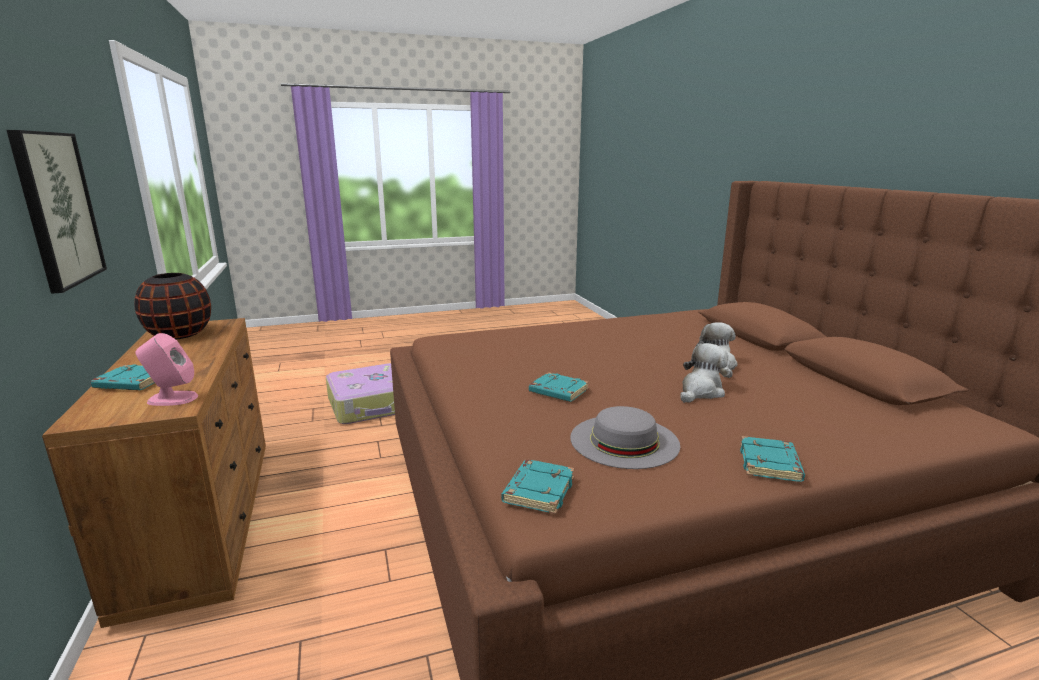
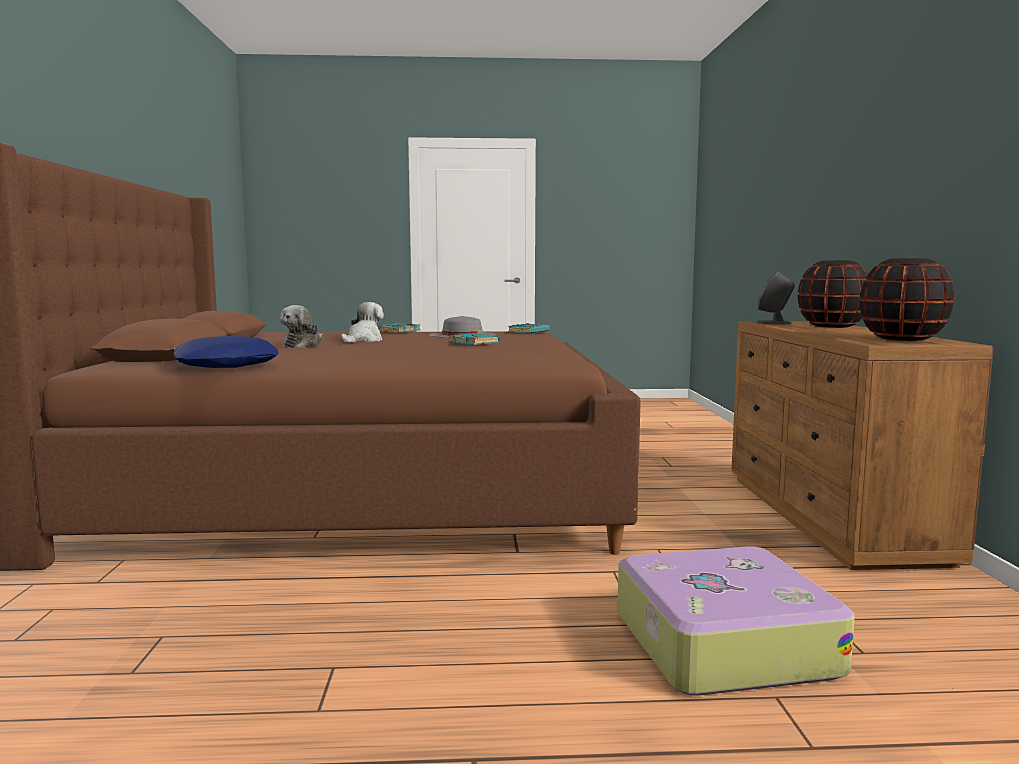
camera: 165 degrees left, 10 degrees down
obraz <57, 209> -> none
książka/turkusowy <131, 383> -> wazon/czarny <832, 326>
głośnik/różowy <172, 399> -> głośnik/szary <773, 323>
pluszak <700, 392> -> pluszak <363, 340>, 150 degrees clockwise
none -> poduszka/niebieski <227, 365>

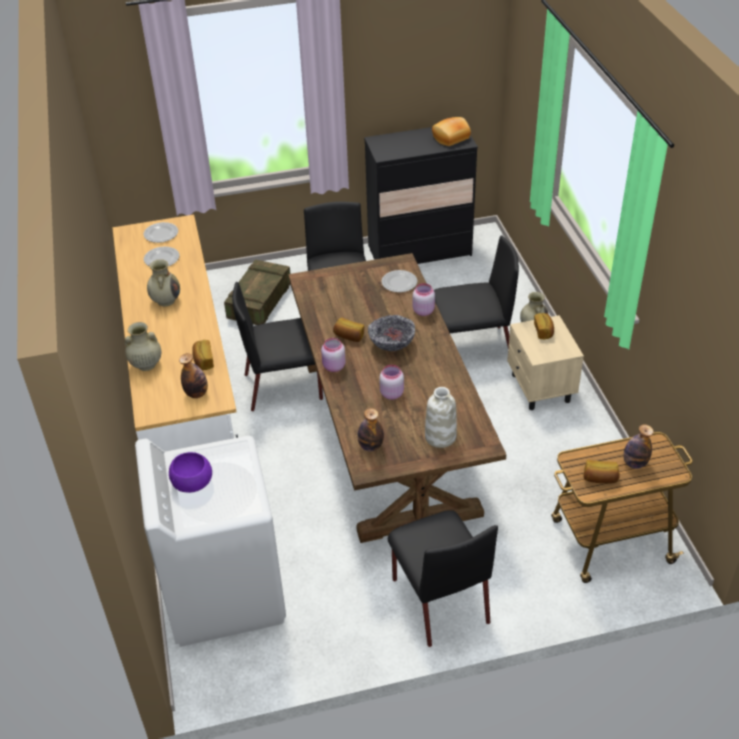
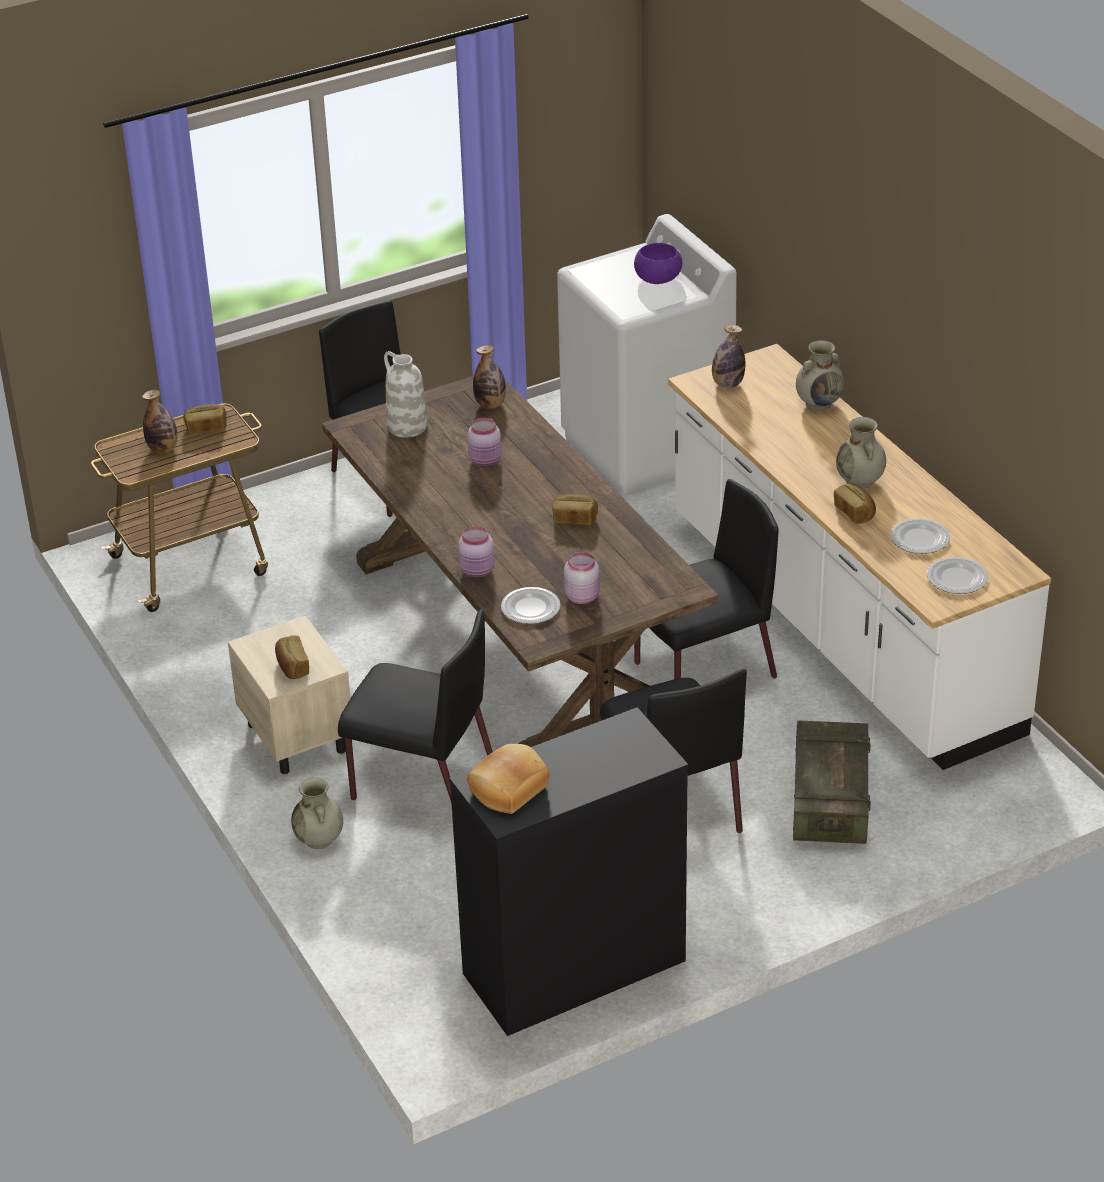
camera: 165 degrees right, 5 degrees down
chleb <203, 361> -> chleb <855, 513>, relocated
słoik/różowy <333, 367> -> słoik/różowy <582, 596>, relocated
miska <391, 344> -> none
krzesło/czarny <471, 348> -> krzesło/czarny <421, 783>, 135 degrees counterclockwise

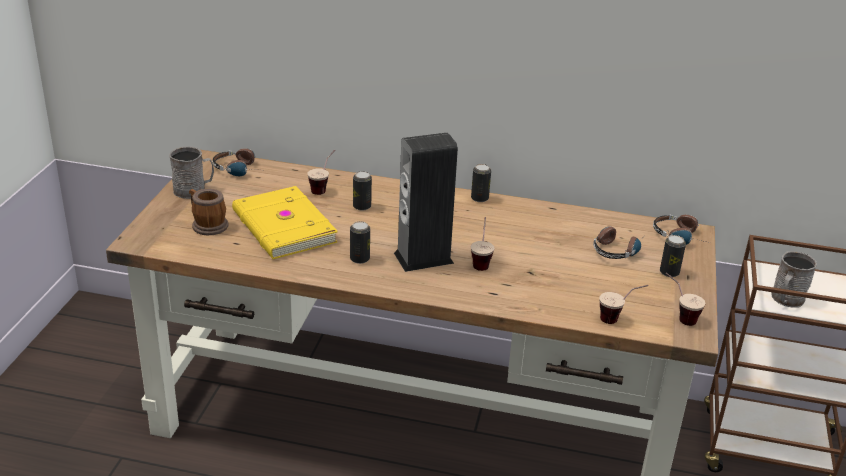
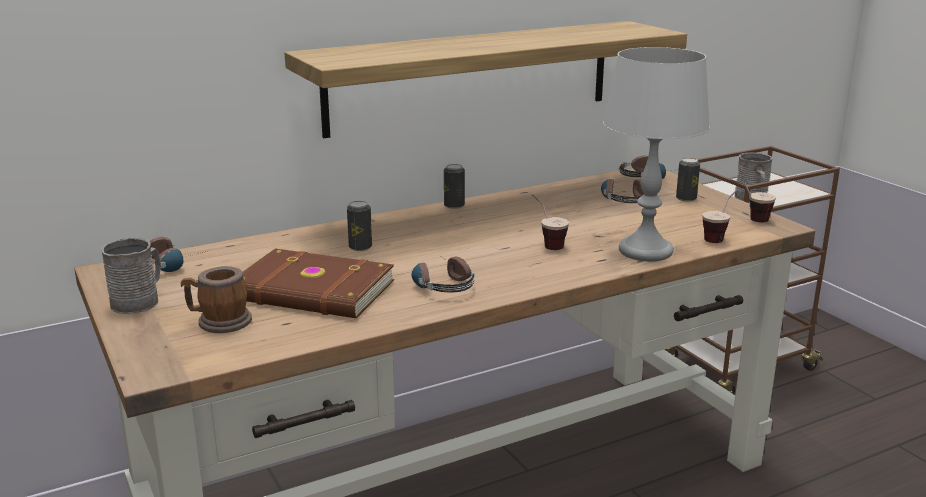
camera: 40 degrees left, 10 degrees down
książka/żółty <282, 228> -> książka/brązowy <312, 292>
filiżanka <323, 188> -> none
puszka <359, 259> -> słuchawki <441, 283>
głośnik <423, 258> -> none
none -> półka <471, 76>
none -> lampa stołowa/szary <645, 251>

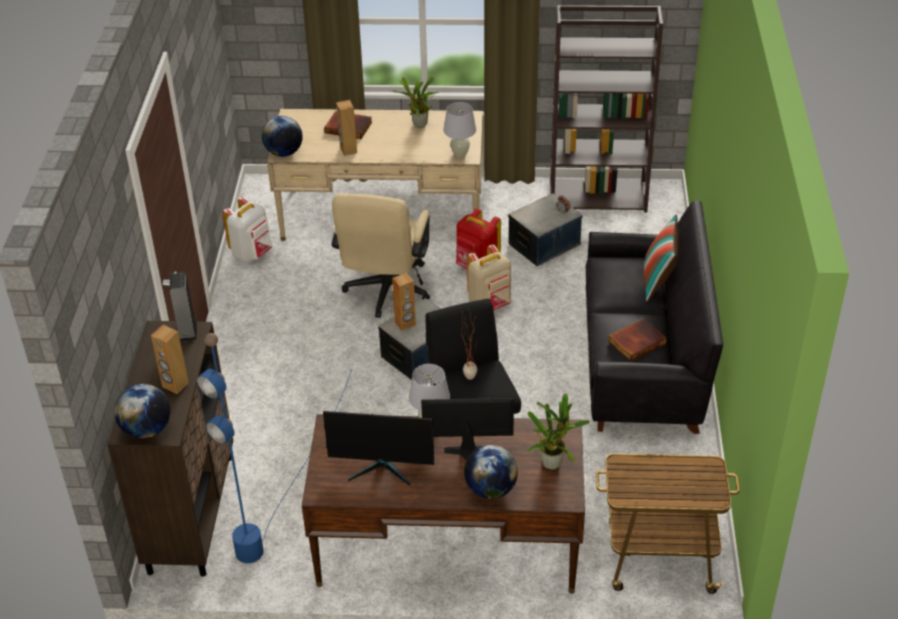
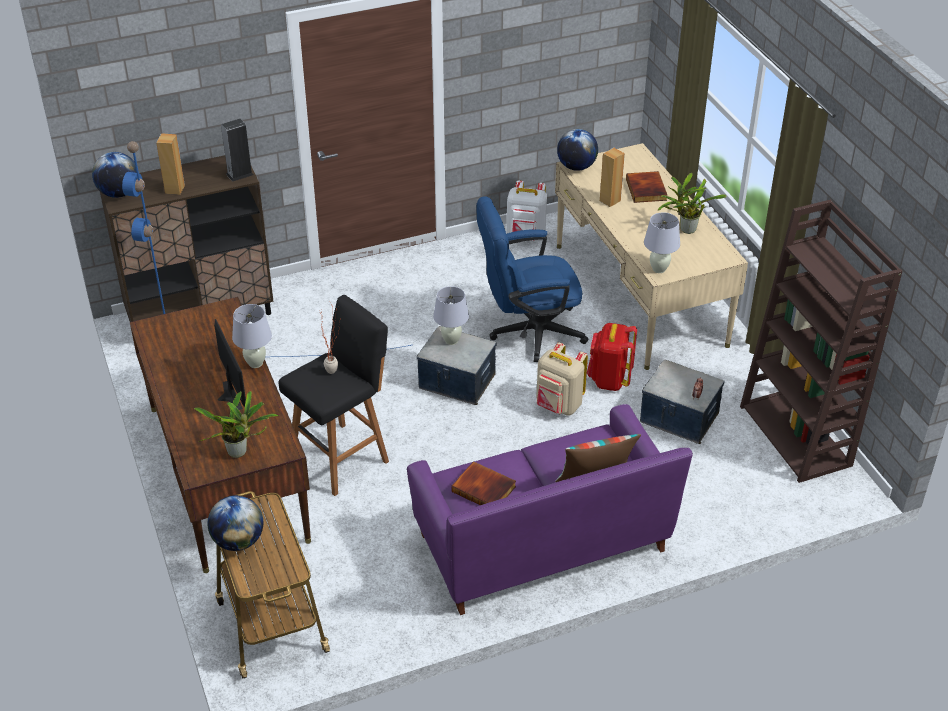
camera: 65 degrees right, 0 degrees up
monitor <382, 468> -> none
krzesło biurowe/beżowy <385, 293> -> krzesło biurowe/niebieski <528, 333>
głośnik/brązowy <405, 323> -> lampa stołowa/biały <451, 340>
globus <490, 489> -> globus <238, 541>, relocated
kanapa/czarny <642, 363> -> kanapa/fioletowy <542, 543>

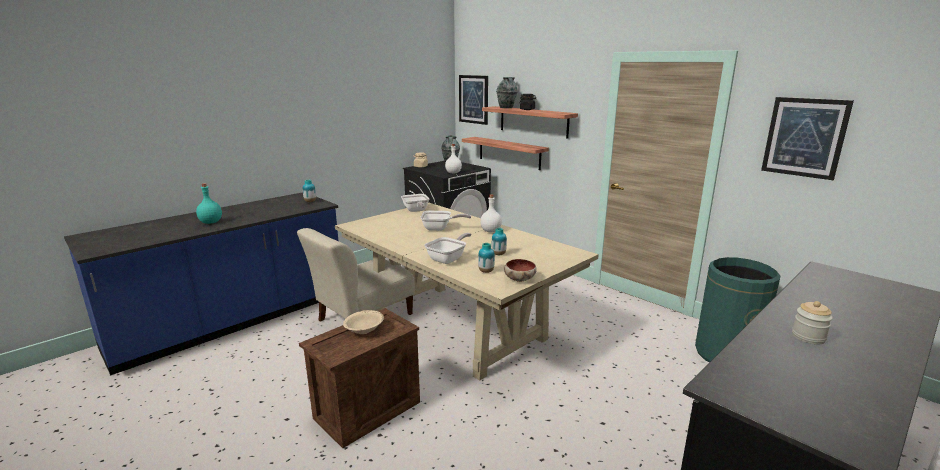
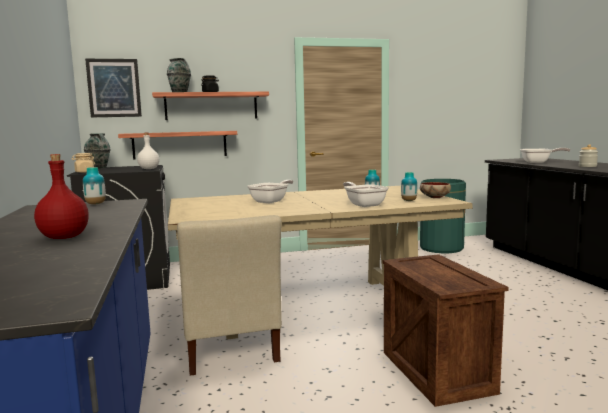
camera: 60 degrees left, 10 degrees down
butelka/turkusowy <211, 222> -> butelka/czerwony <63, 237>
miska/beżowy <364, 330> -> none
patelnia <416, 211> -> patelnia <538, 162>, relocated
butelka/biały <491, 231> -> none
obraz <804, 137> -> none

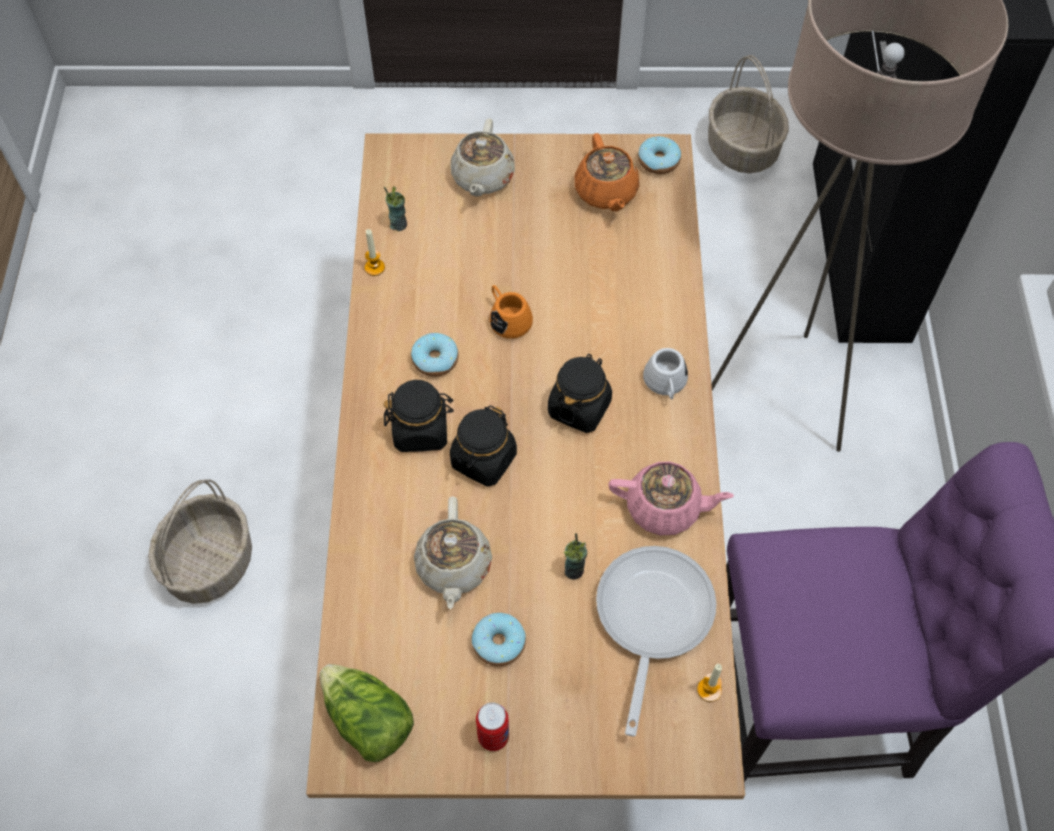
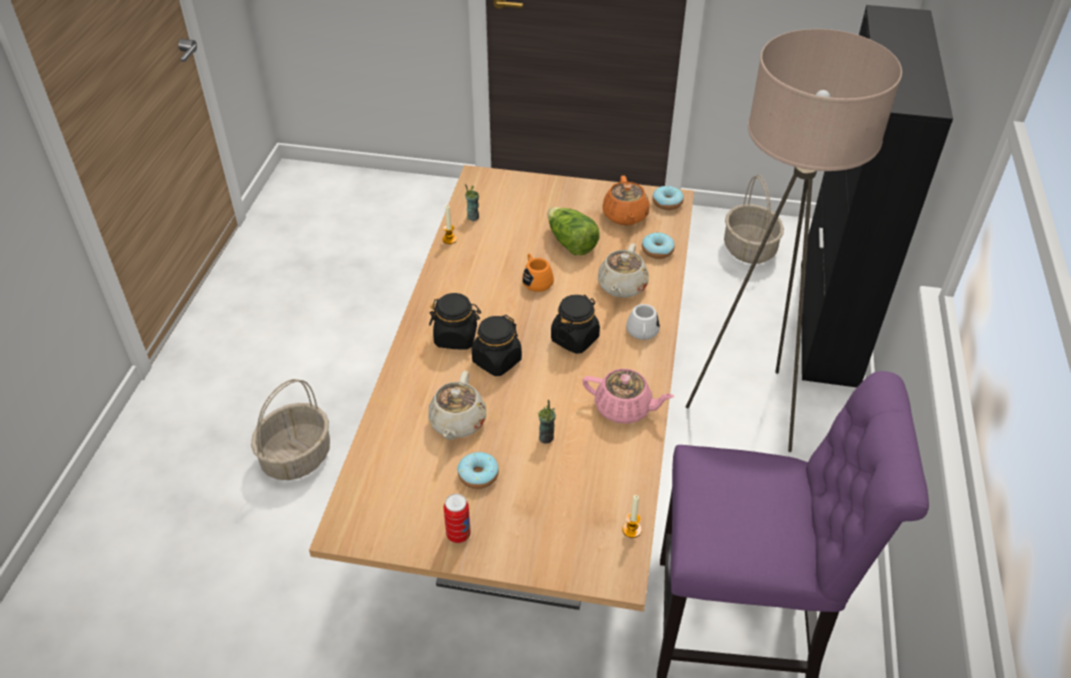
camera: 10 degrees right, 15 degrees down
sałata <367, 721> -> sałata <570, 243>, relocated
donut <435, 360> -> donut <657, 250>, relocated
imbryk/beżowy <482, 178> -> imbryk/beżowy <621, 287>, relocated
patelnia <651, 618> -> none

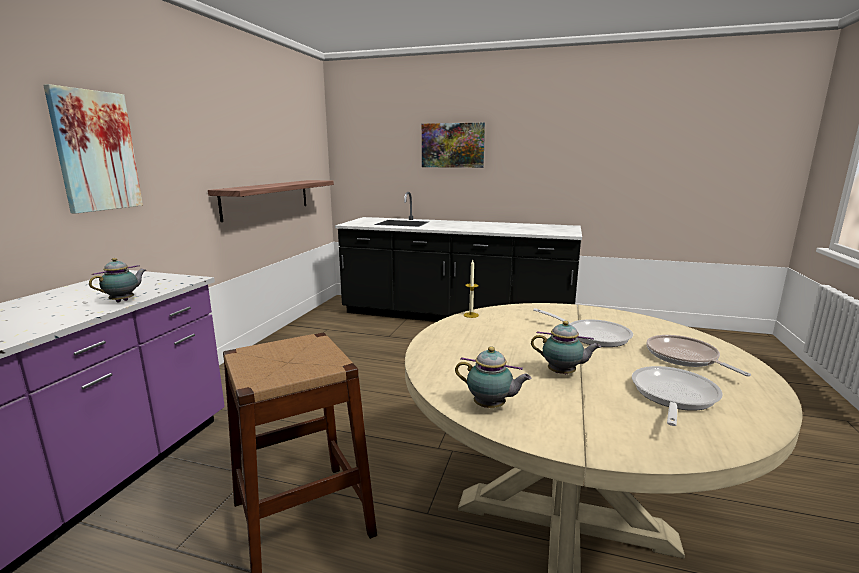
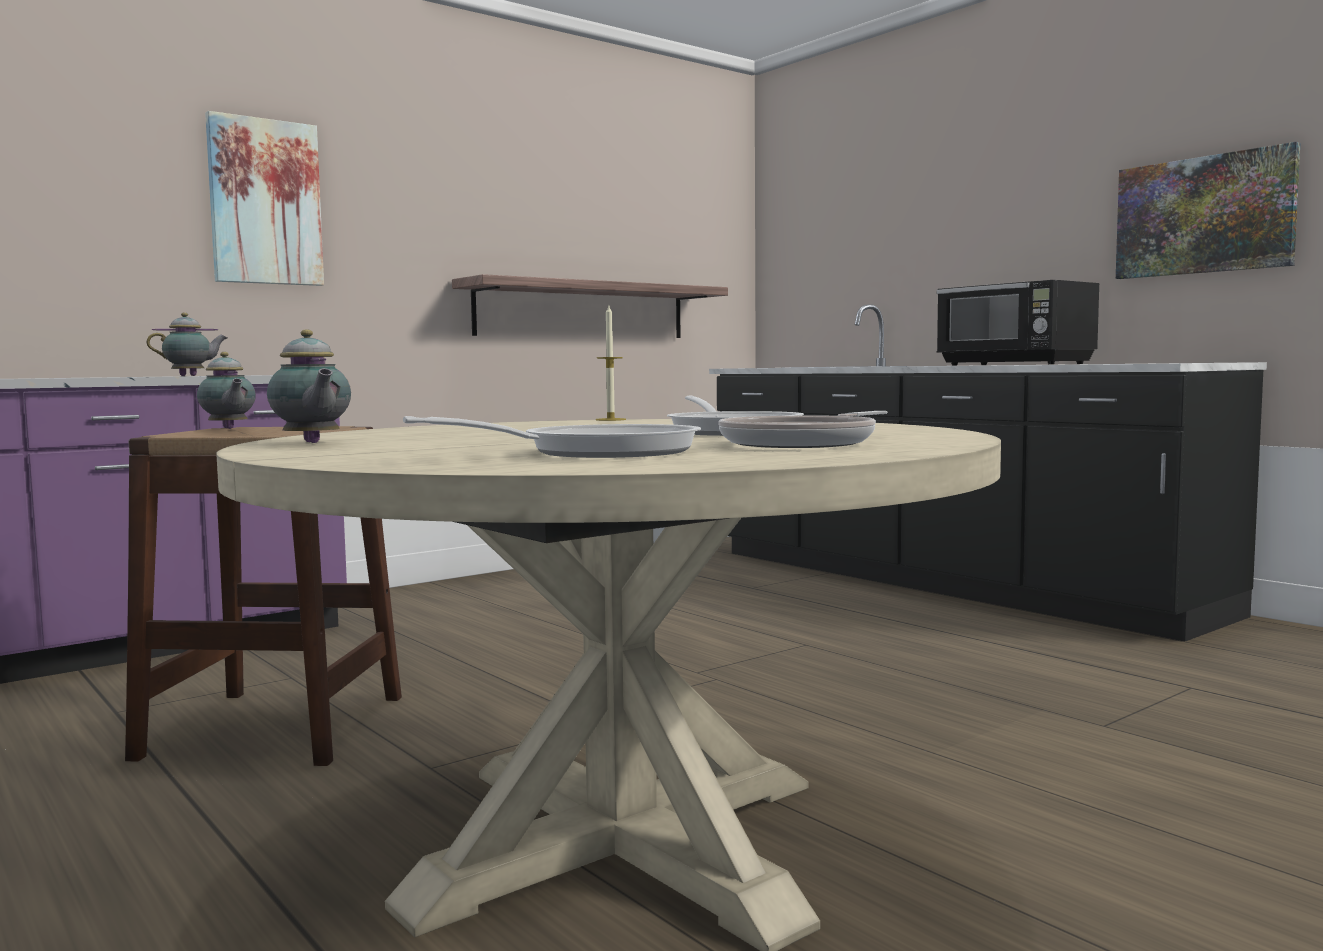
camera: 35 degrees right, 10 degrees down
obraz <452, 145> -> obraz <1204, 215>, relocated
imbryk <563, 374> -> imbryk <228, 428>, relocated
patelnia <684, 358> -> patelnia <804, 443>, 150 degrees counterclockwise
none -> mikrofalówka/czarny <1015, 364>

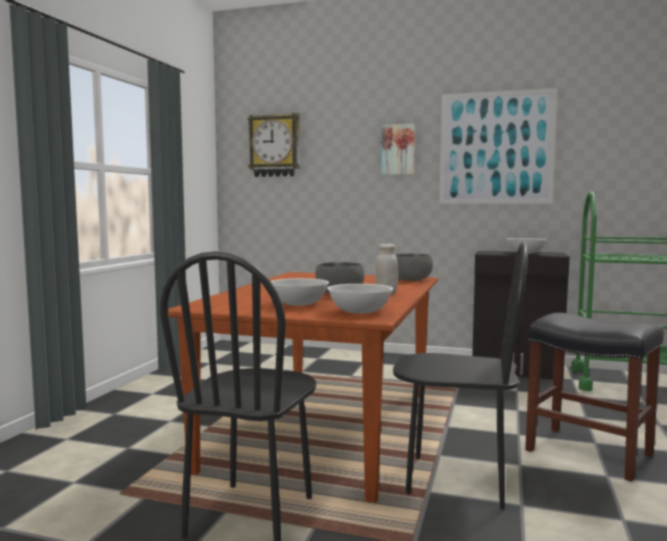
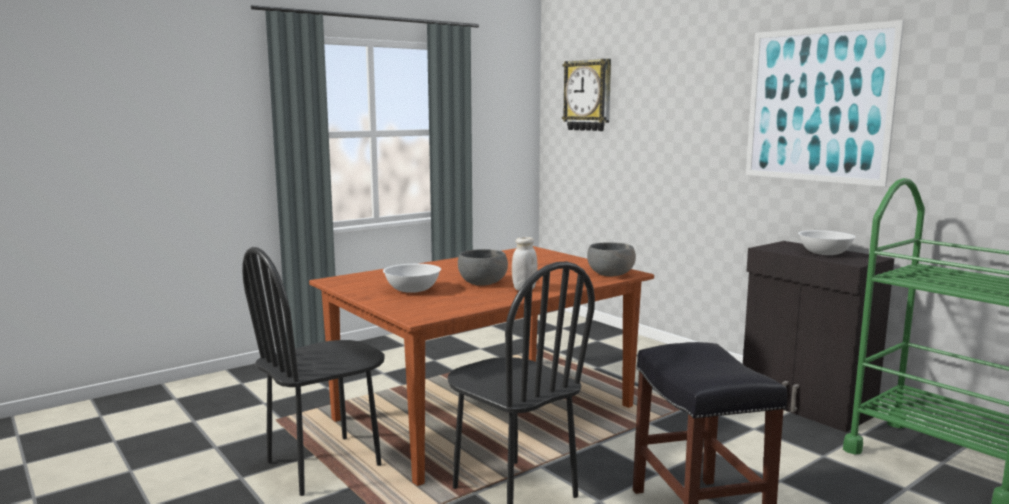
camera: 35 degrees right, 5 degrees up
miska/biały <360, 312> -> none
obraz <398, 150> -> none

